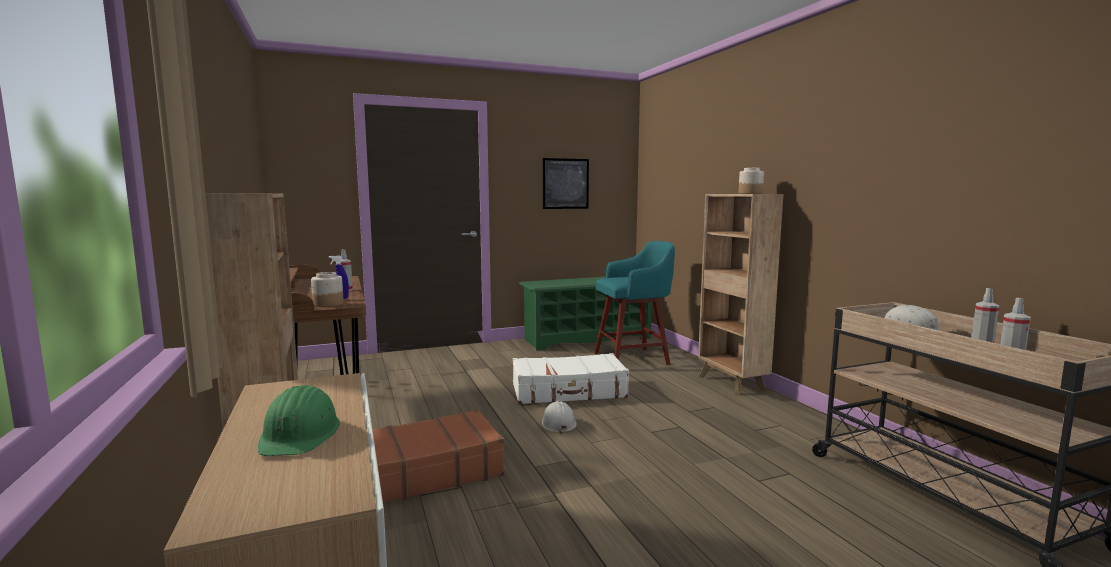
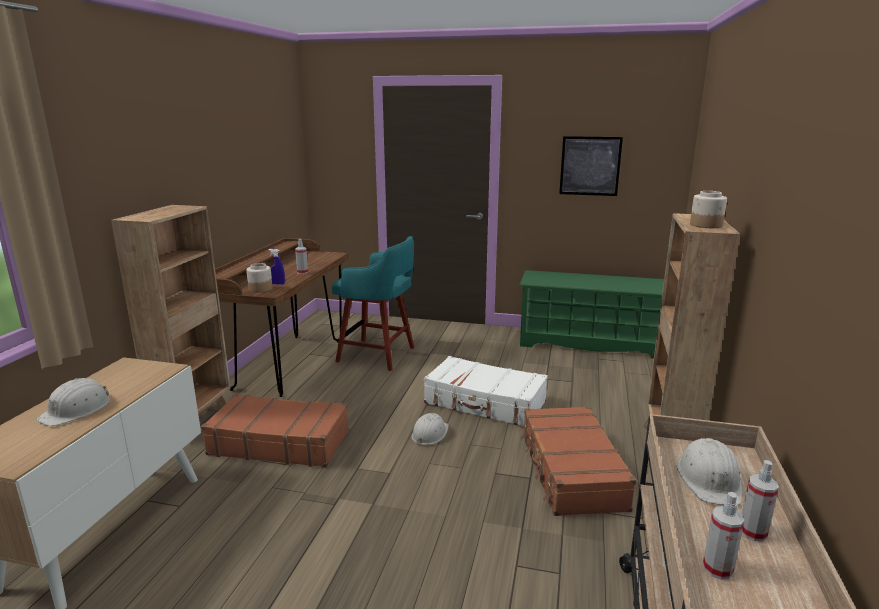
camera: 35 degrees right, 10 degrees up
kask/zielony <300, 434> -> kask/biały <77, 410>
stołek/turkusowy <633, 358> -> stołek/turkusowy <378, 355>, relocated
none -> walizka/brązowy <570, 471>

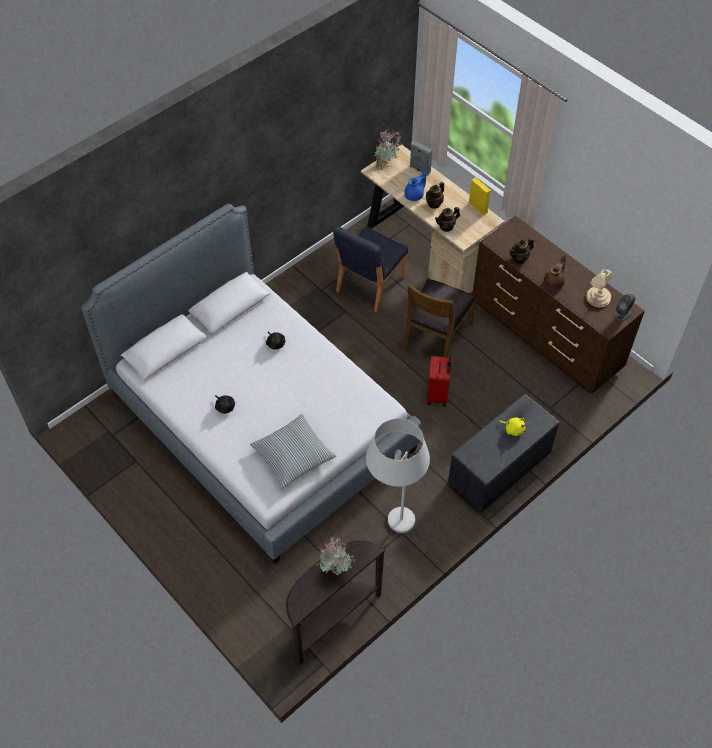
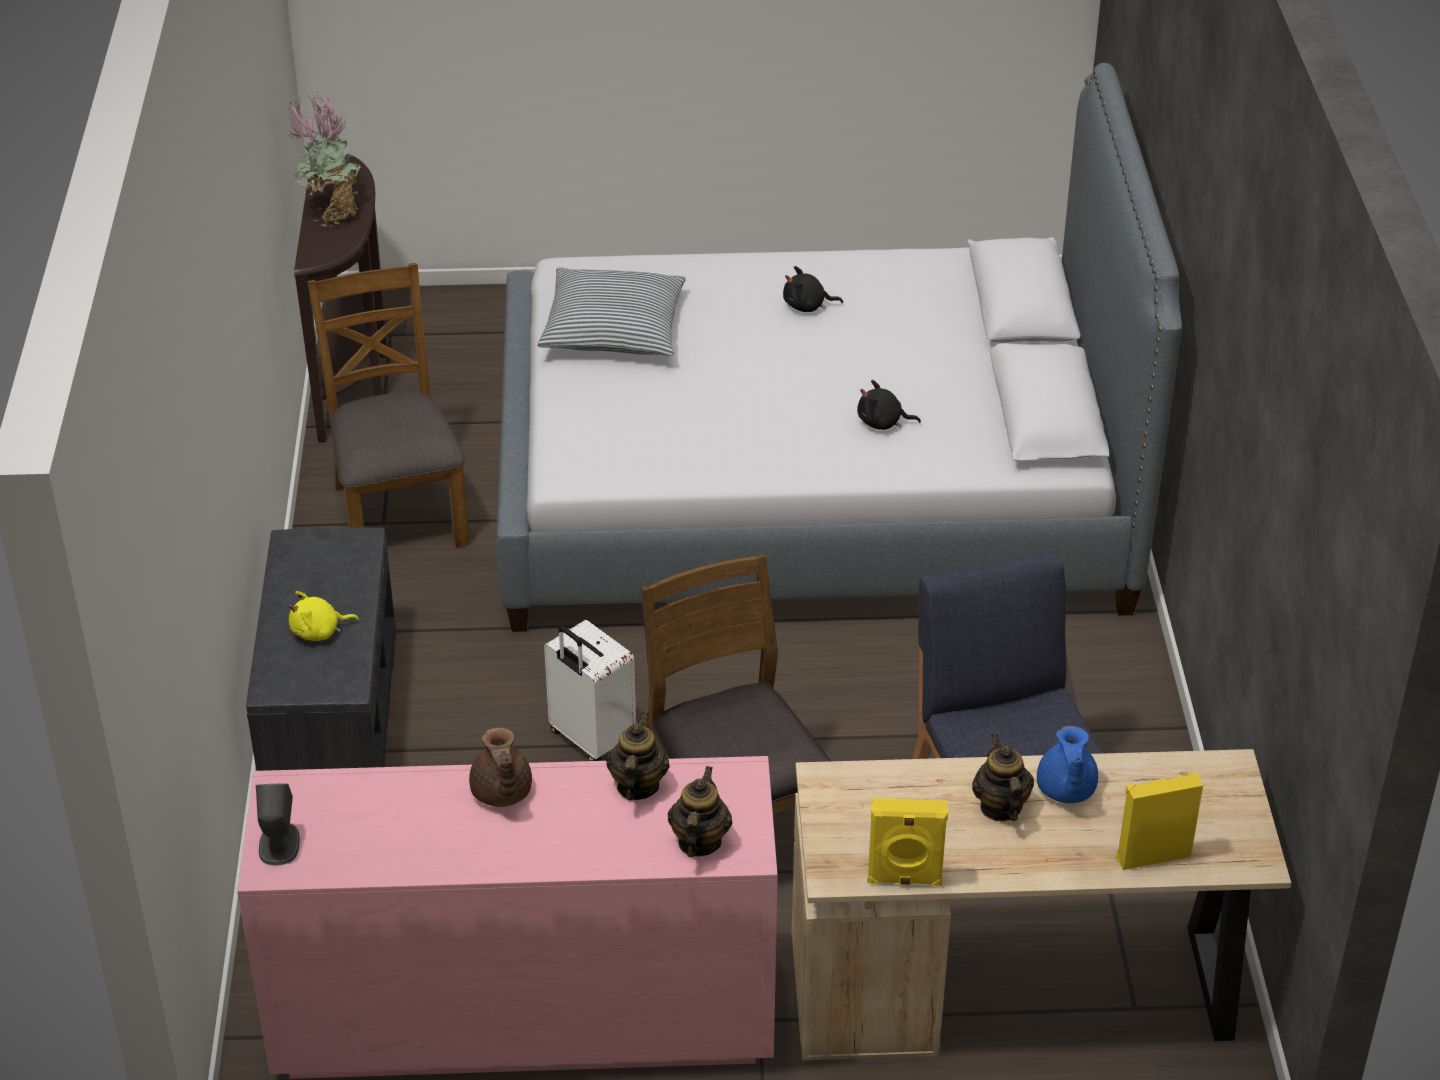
camera: 130 degrees right, 15 degrees down
lampa stojąca/biały <393, 532> -> krzesło/brązowy <398, 514>
roślina doniczkowa <386, 167> -> none
głośnik/szary <419, 170> -> głośnik/żółty <1152, 855>
walizka/czerwony <438, 394> -> walizka/biały <590, 739>
imbryk <446, 226> -> imbryk <699, 842>, relocated
komoda/brązowy <545, 336> -> komoda/różowy <522, 1018>
lampa stołowa/beżowy <597, 299> -> none

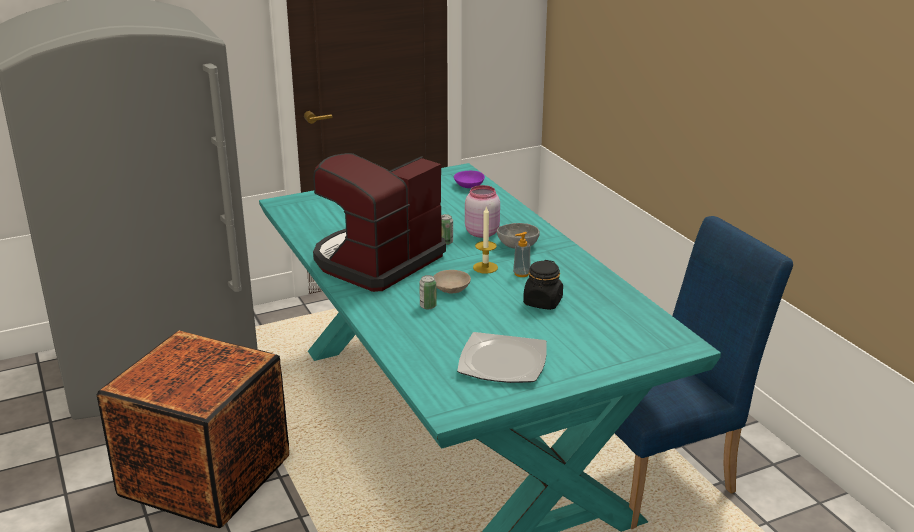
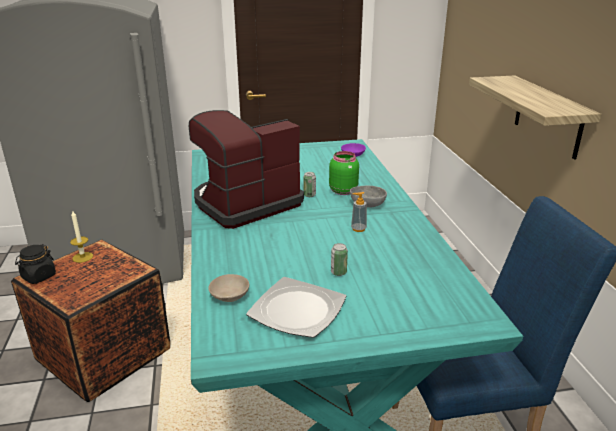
camera: 15 degrees right, 0 degrees up
puszka <428, 306> -> puszka <338, 272>, relocated
miska/beżowy <452, 288> -> miska/beżowy <231, 295>, relocated
słoik/różowy <481, 232> -> słoik/zielony <343, 191>
świeca <485, 267> -> świeca <82, 257>, relocated
słoik/czarny <542, 302> -> słoik/czarny <38, 276>, relocated
none -> półka <548, 116>

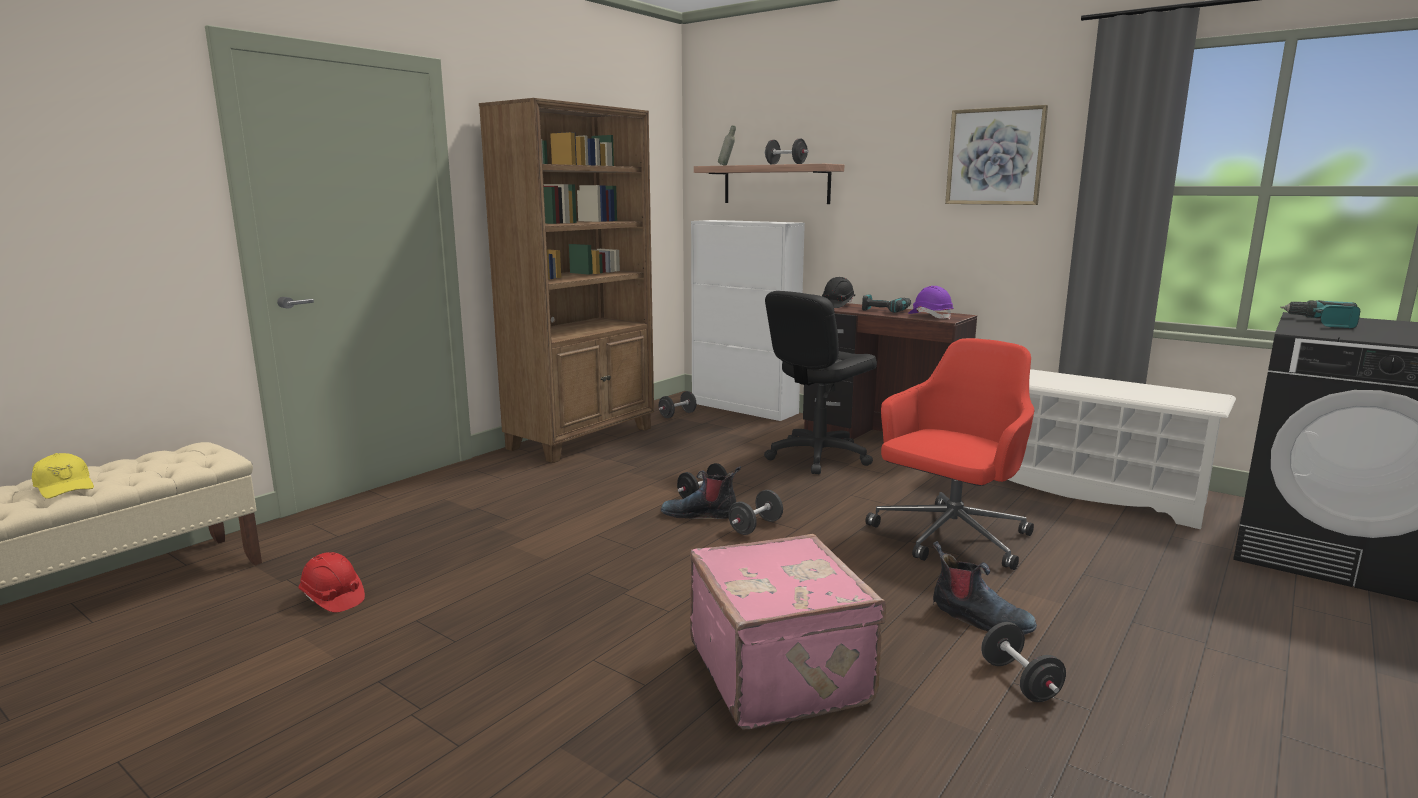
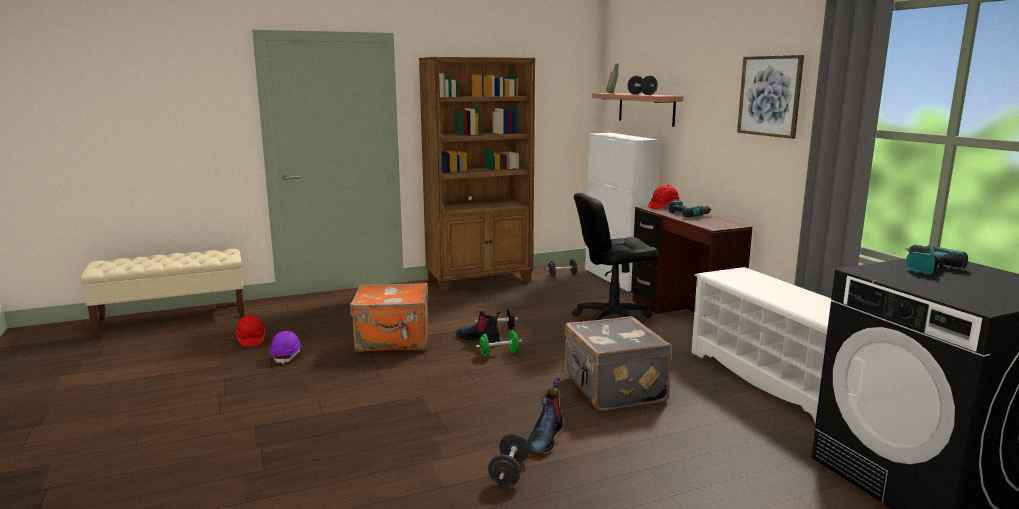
camera: 30 degrees right, 0 degrees up
czapka z daszkiem/żółty <65, 487> -> none
walizka/różowy <781, 671> -> none
hantel/czarny <755, 527> -> hantel/zielony <499, 354>
kask/czarny <837, 305> -> kask/czerwony <663, 207>
krzesło biurowe/czerwony <949, 538> -> walizka/szary <612, 389>
kask/fioletowy <930, 316> -> kask/fioletowy <287, 356>, relocated
but z cholewką <979, 619> -> but z cholewką <545, 437>, 45 degrees clockwise
none -> walizka/pomarańczowy <393, 341>

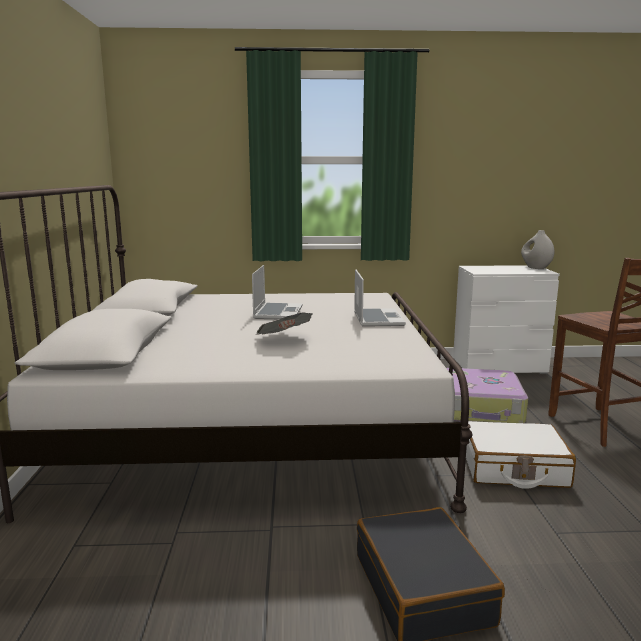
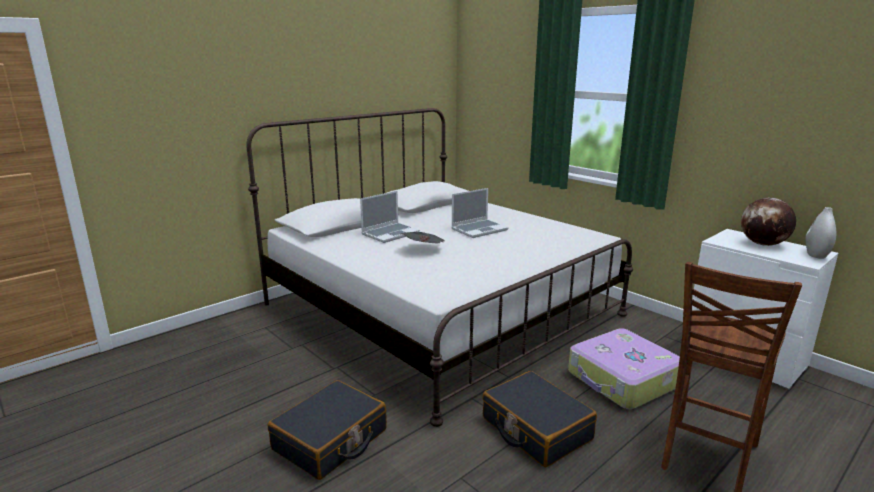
camera: 50 degrees right, 5 degrees up
laptop <377, 319> -> laptop <390, 233>, relocated
walizka/biały <513, 468> -> walizka/czarny <535, 429>
none -> globus <763, 244>

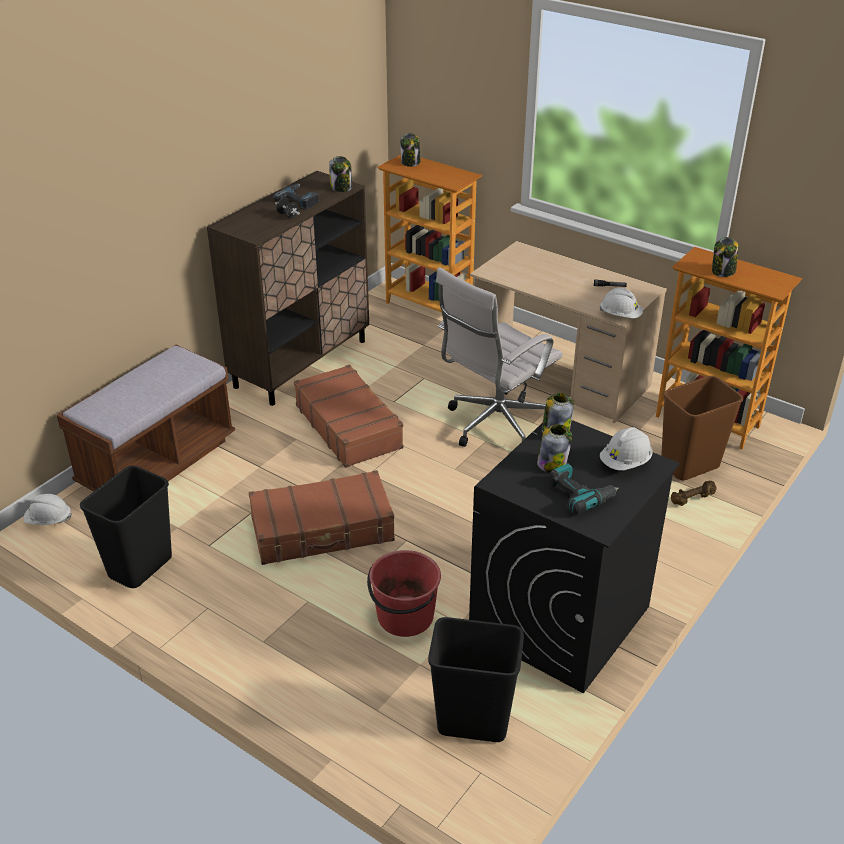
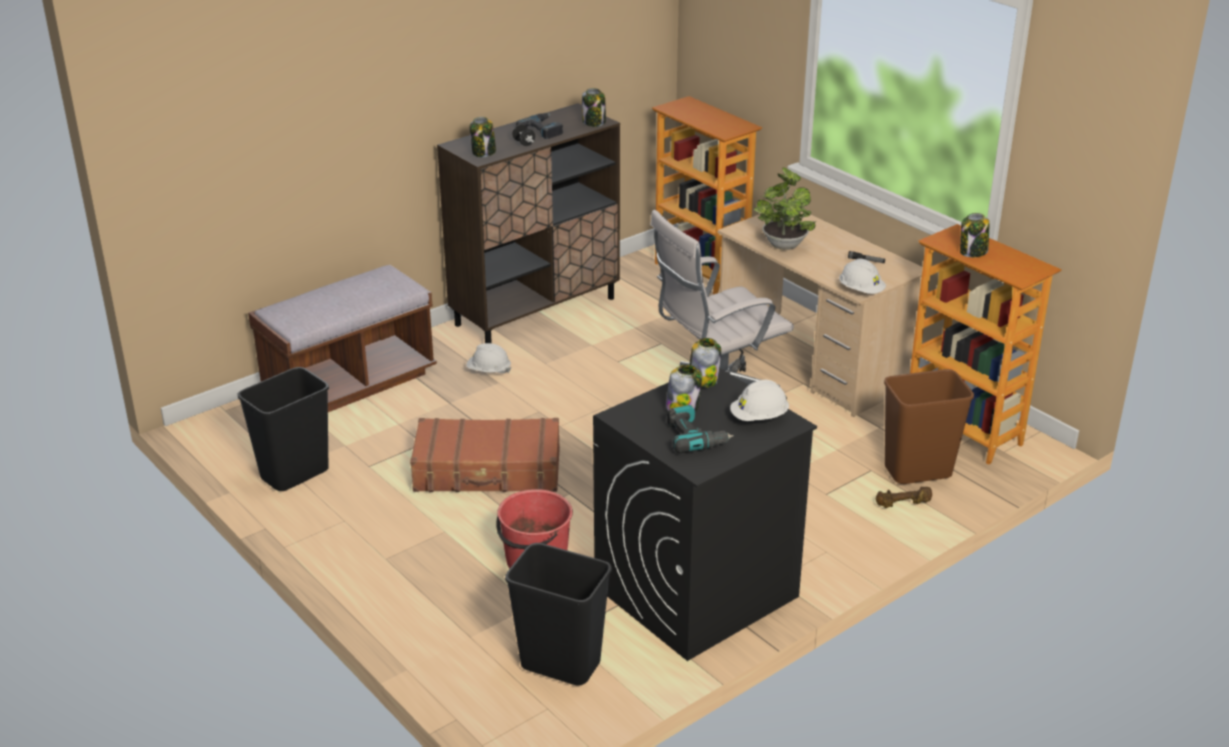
camera: 15 degrees right, 5 degrees down
kask/biały <48, 520> -> kask/biały <488, 371>, relocated
walizka/brązowy <349, 426> -> none
słoik <410, 162> -> słoik <484, 152>, relocated
none -> roślina doniczkowa <783, 243>

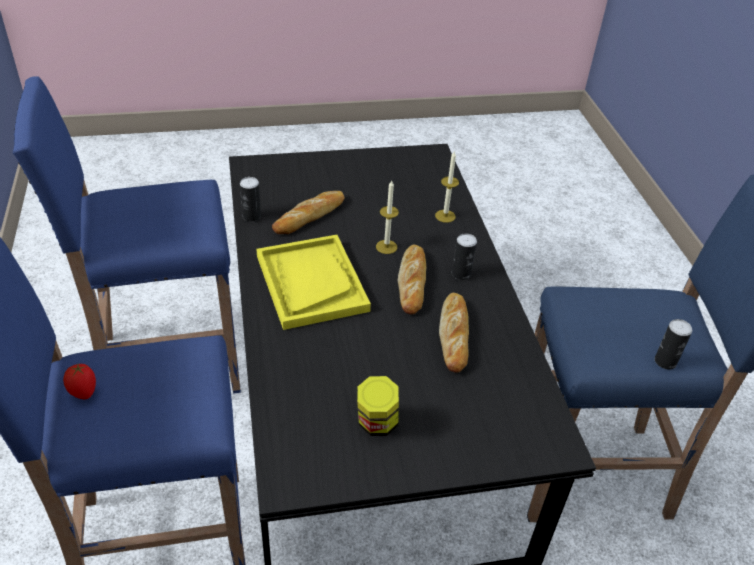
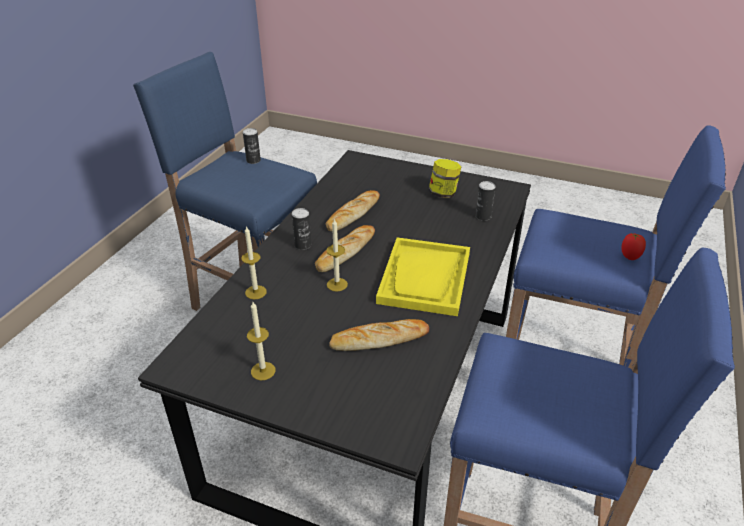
camera: 145 degrees left, 5 degrees down
puszka <251, 216> -> puszka <483, 216>, relocated
none -> świeca <263, 371>

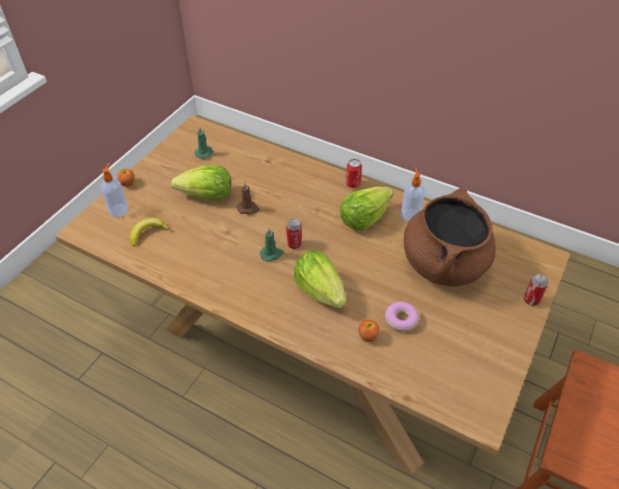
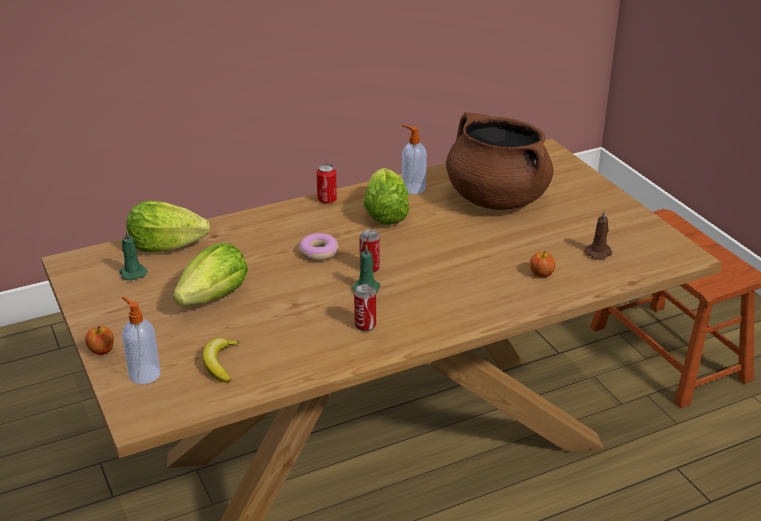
camera: 55 degrees left, 15 degrees down
świeca/brązowy <248, 209> -> świeca/brązowy <599, 252>, relocated
sałata <320, 290> -> sałata <165, 246>, relocated
donut <401, 319> -> donut <318, 252>, relocated
puszka <531, 300> -> puszka <365, 325>, relocated

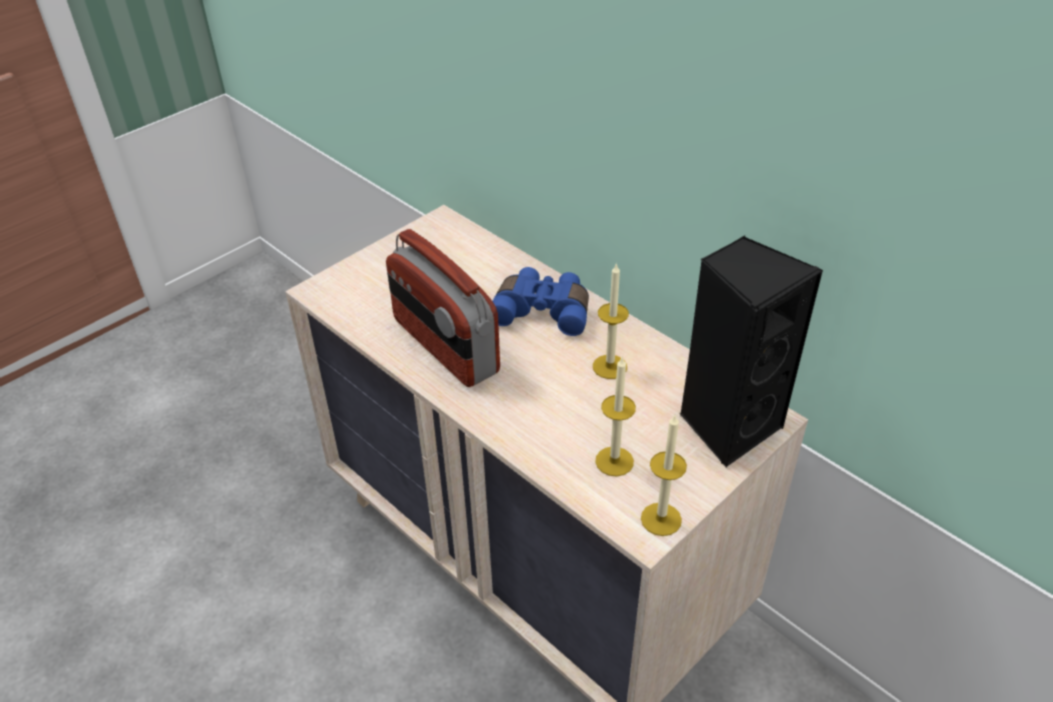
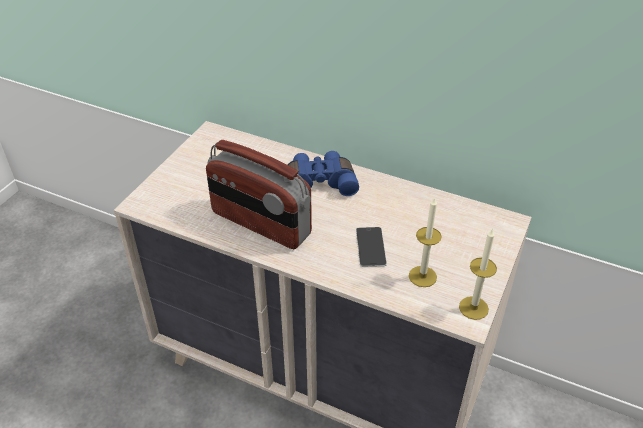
camera: 20 degrees left, 0 degrees up
świeca <609, 366> -> none
głośnik/czarny <728, 425> -> none
none -> telefon <370, 247>

